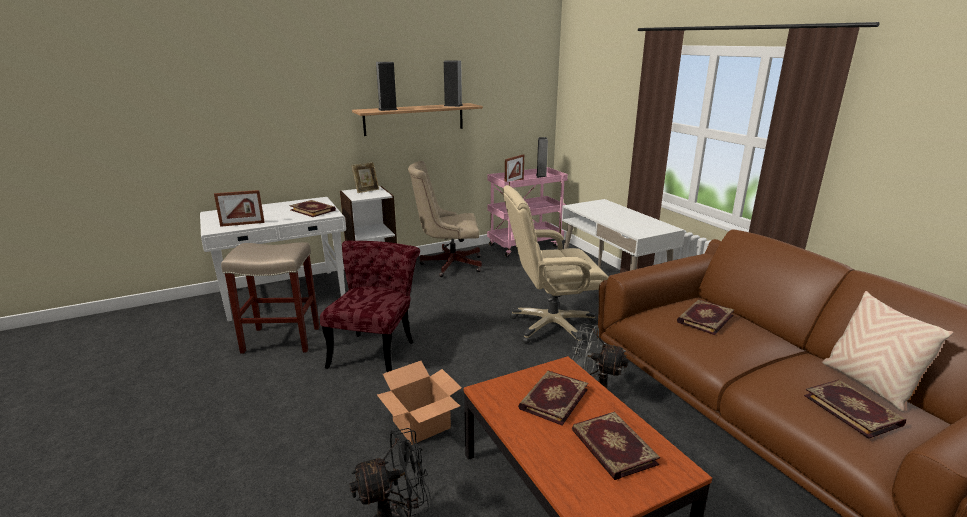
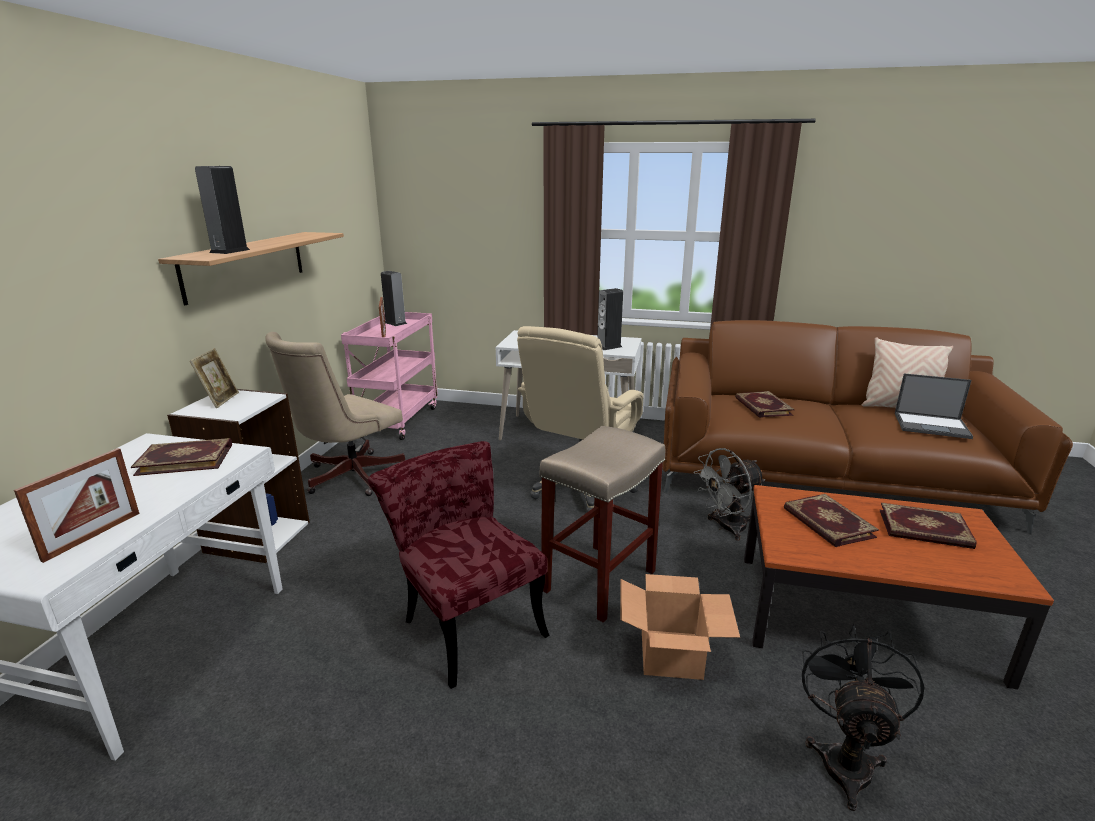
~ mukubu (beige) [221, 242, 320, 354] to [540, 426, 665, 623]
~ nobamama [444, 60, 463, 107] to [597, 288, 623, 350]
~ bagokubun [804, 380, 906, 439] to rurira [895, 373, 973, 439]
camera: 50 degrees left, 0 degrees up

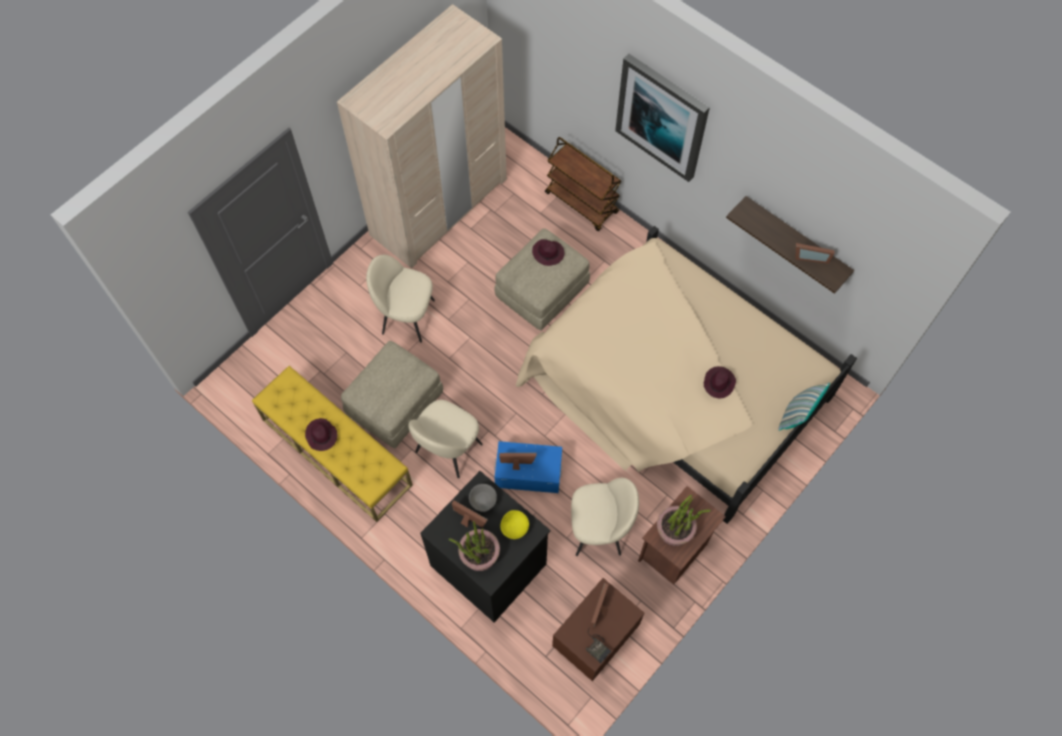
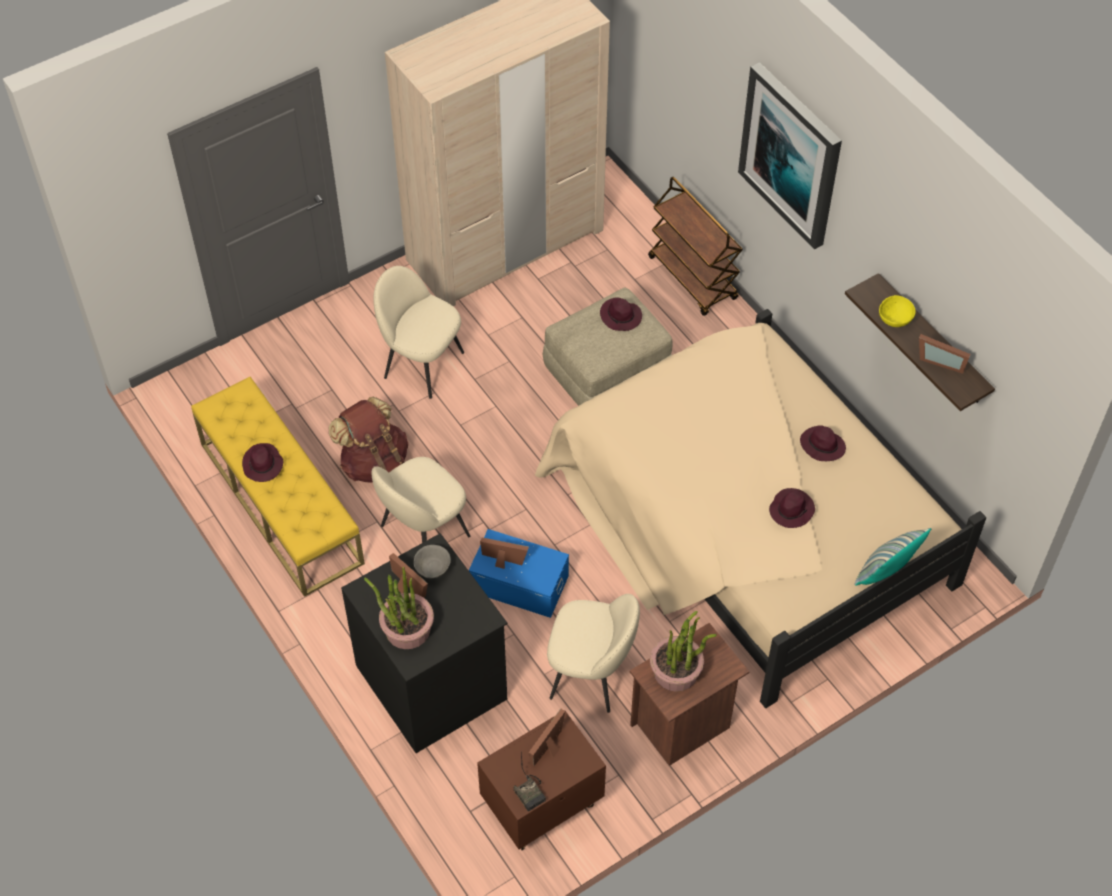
~ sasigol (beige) [341, 341, 443, 448] to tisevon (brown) [329, 397, 408, 483]
~ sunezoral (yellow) [501, 510, 529, 539] to [879, 295, 916, 327]
+ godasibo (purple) [800, 425, 846, 461]
camera: 15 degrees right, 10 degrees down

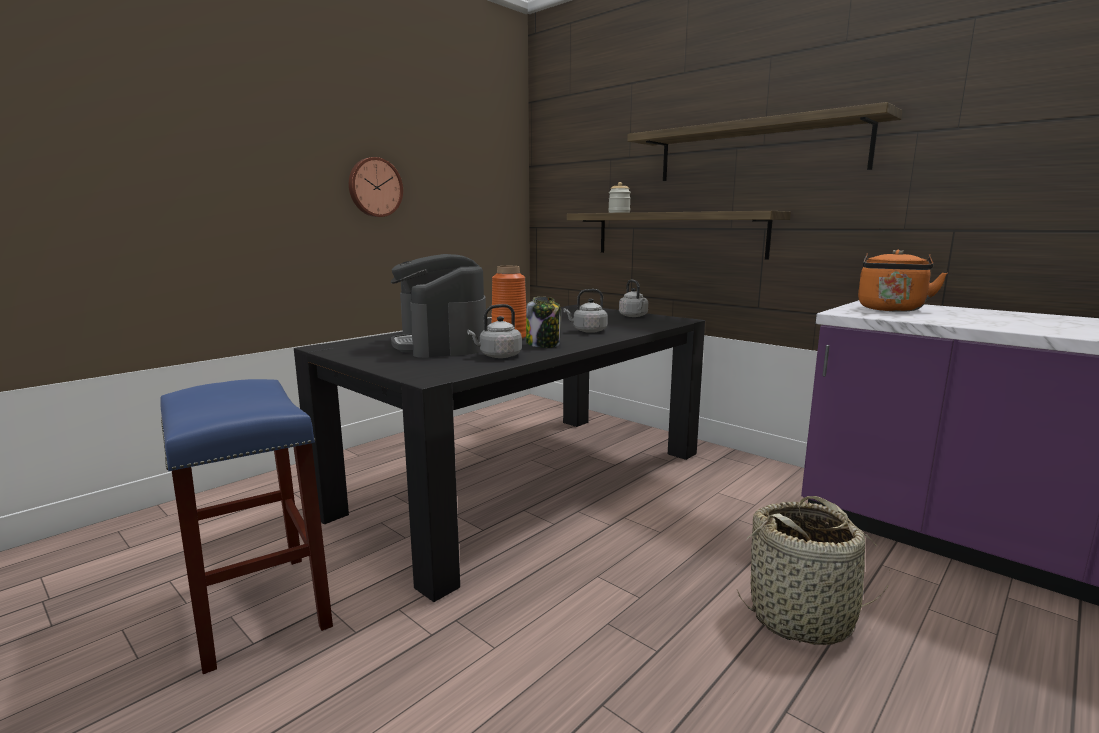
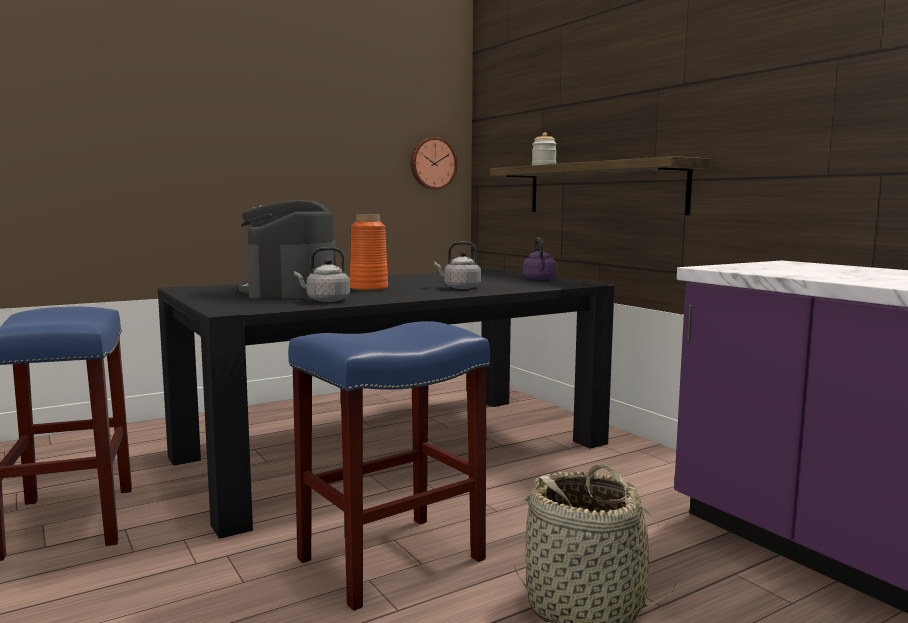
~ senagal [349, 157, 403, 217] to [411, 137, 457, 190]
- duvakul [526, 297, 561, 348]
~ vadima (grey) [619, 280, 648, 317] to vadima (purple) [523, 238, 556, 280]
- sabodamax [627, 102, 902, 181]
- vadima (orange) [858, 250, 947, 312]
+ mukubu (blue) [288, 321, 490, 611]
camera: 15 degrees right, 5 degrees down

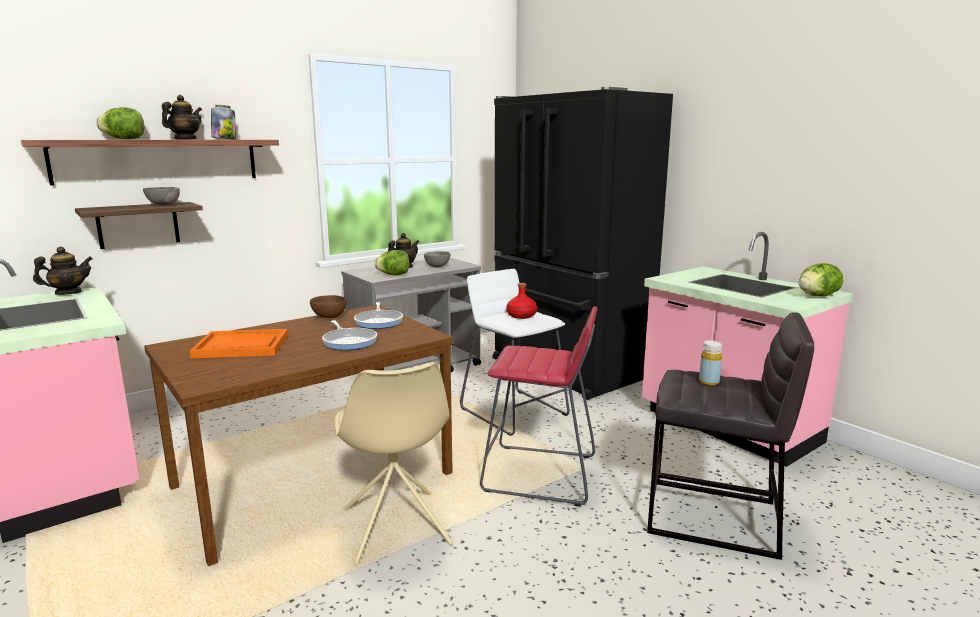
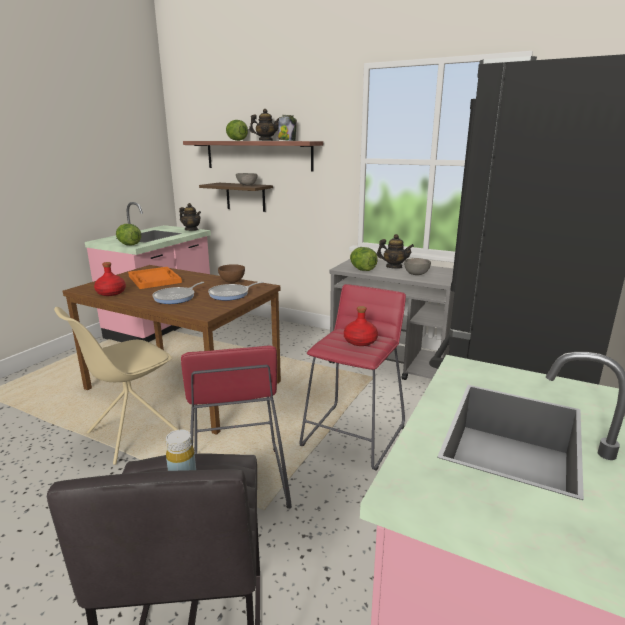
~ mukubu (white) [460, 269, 570, 436] to mukubu (red) [300, 284, 406, 471]
~ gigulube [799, 263, 843, 296] to [116, 224, 141, 245]
+ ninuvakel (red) [94, 262, 126, 296]
camera: 65 degrees right, 5 degrees up

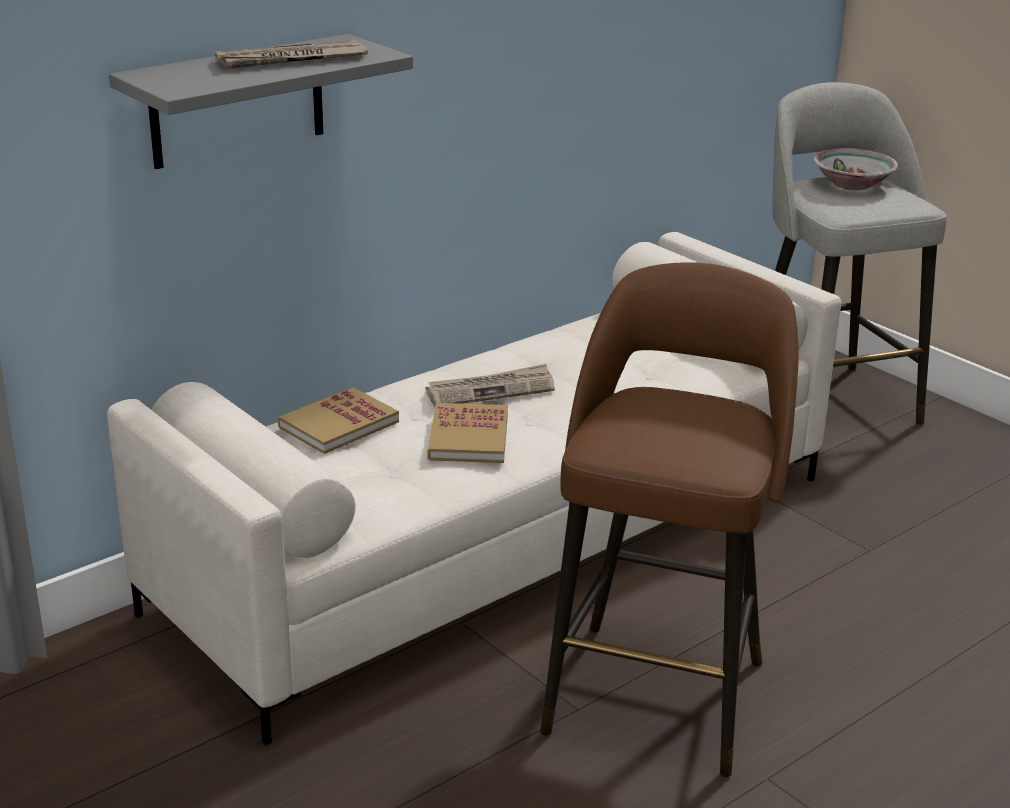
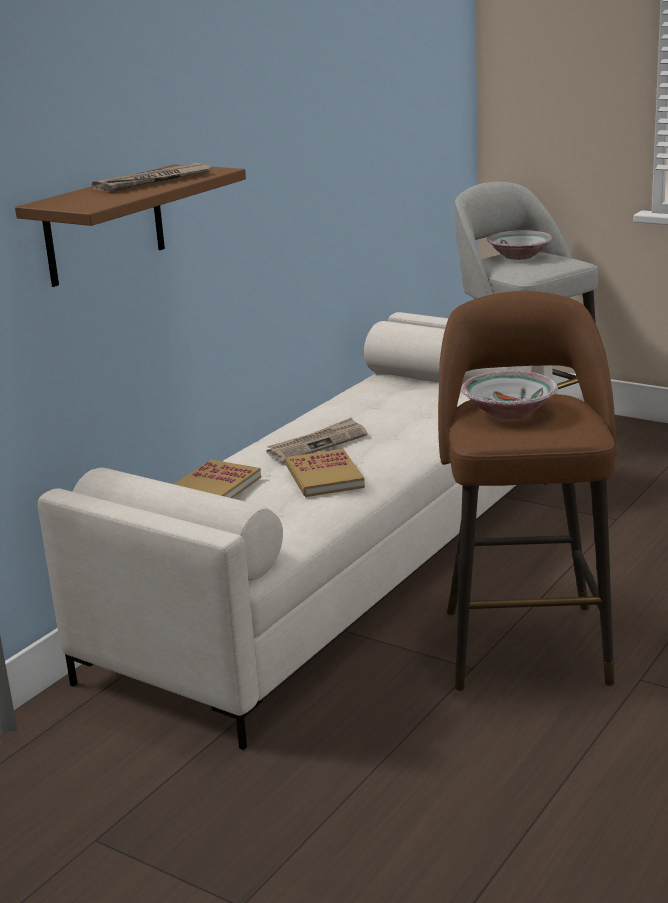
~ sabodamax (grey) [109, 34, 413, 169] to sabodamax (brown) [15, 164, 246, 287]
+ sunezoral [461, 371, 558, 419]
camera: 15 degrees left, 5 degrees down

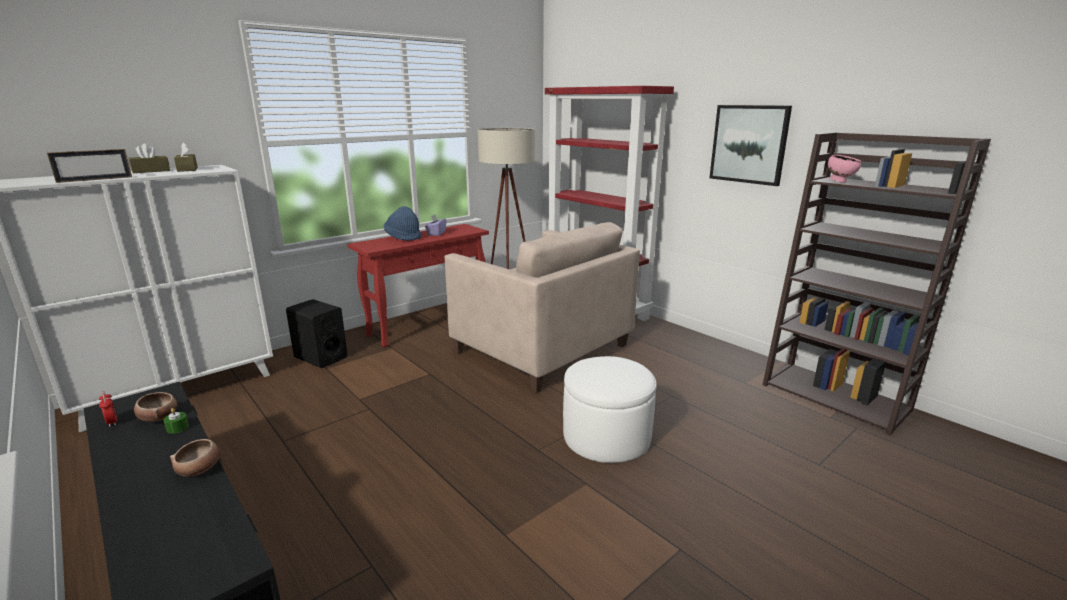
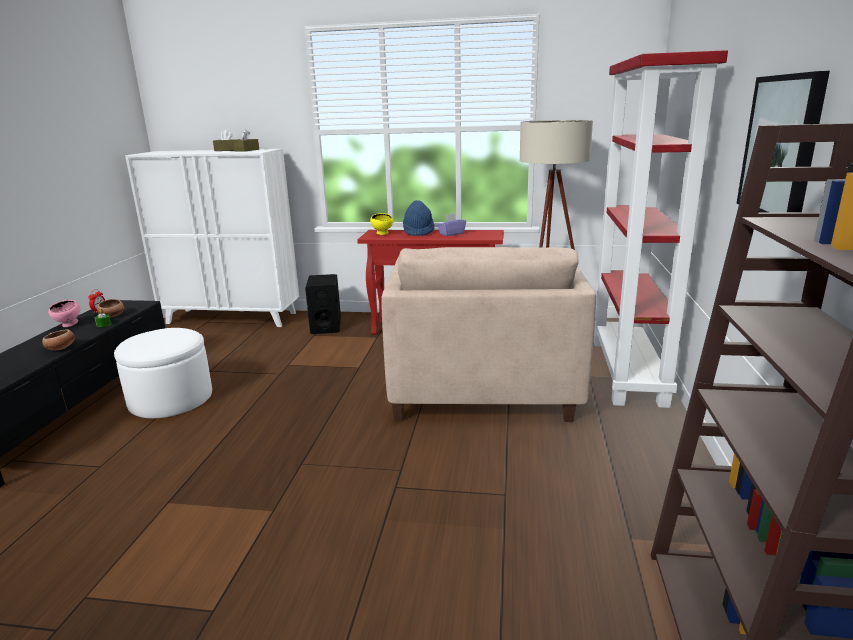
- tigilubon [47, 149, 132, 183]
~ sasigol (white) [563, 356, 657, 463] to [114, 328, 212, 418]
~ sunezoral (pink) [828, 155, 861, 183] to [48, 300, 80, 327]
+ sunezoral (yellow) [370, 213, 393, 235]
camera: 50 degrees right, 0 degrees up

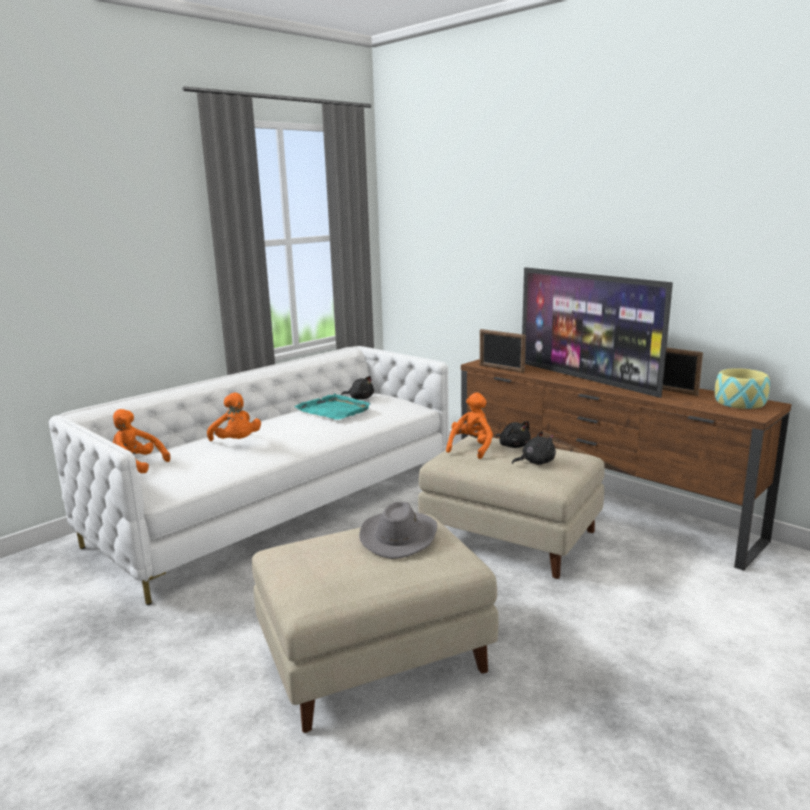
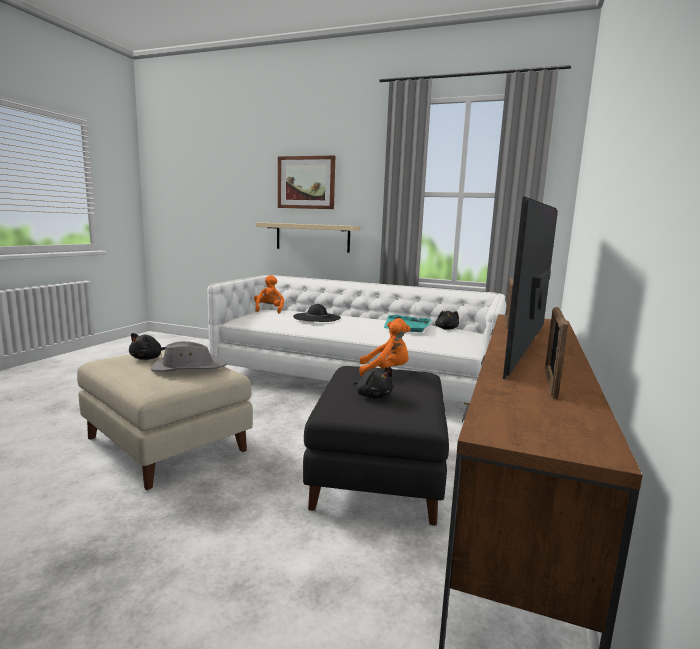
~ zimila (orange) [207, 393, 261, 441] to godasibo (black) [293, 304, 341, 322]
~ sasigol (beige) [418, 436, 605, 579] to sasigol (black) [303, 366, 449, 526]
~ zimila (black) [496, 421, 531, 448] to [129, 333, 166, 360]
- sunezoral [715, 368, 770, 409]
+ sabodamax (beige) [256, 222, 360, 253]
+ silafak [278, 156, 335, 209]
camera: 65 degrees right, 5 degrees down

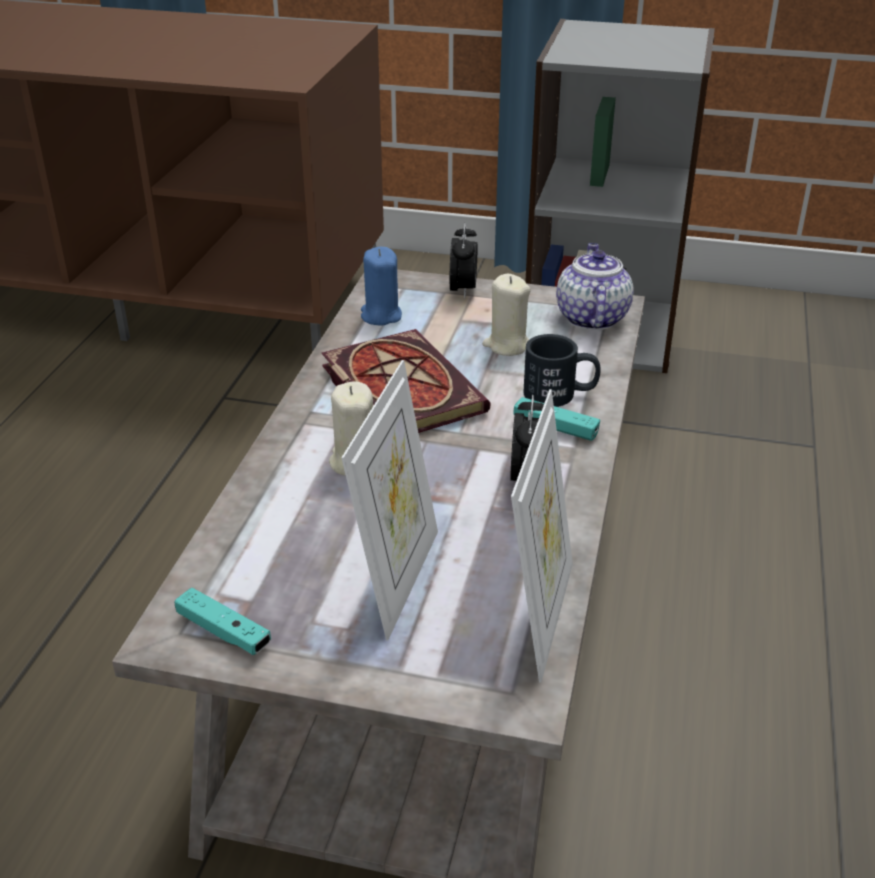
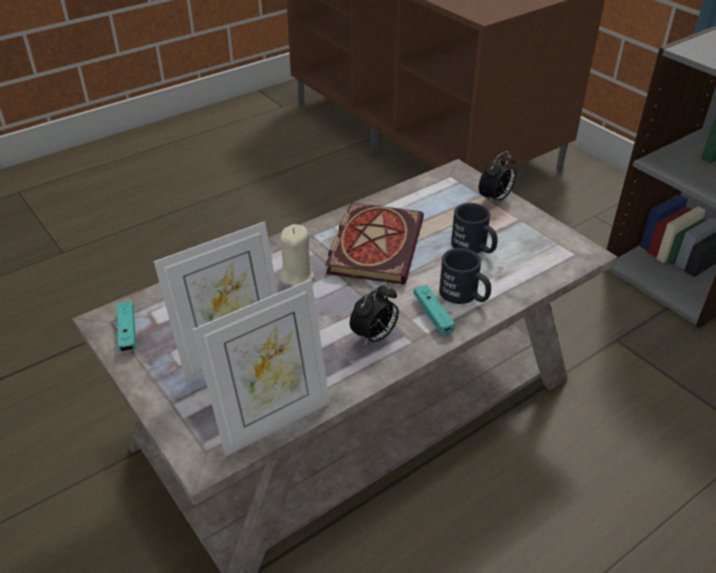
- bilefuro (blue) [361, 247, 402, 326]
~ bilefuro (beige) [482, 274, 531, 356] to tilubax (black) [451, 203, 498, 253]
- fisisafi [556, 243, 634, 330]
camera: 40 degrees right, 5 degrees up

